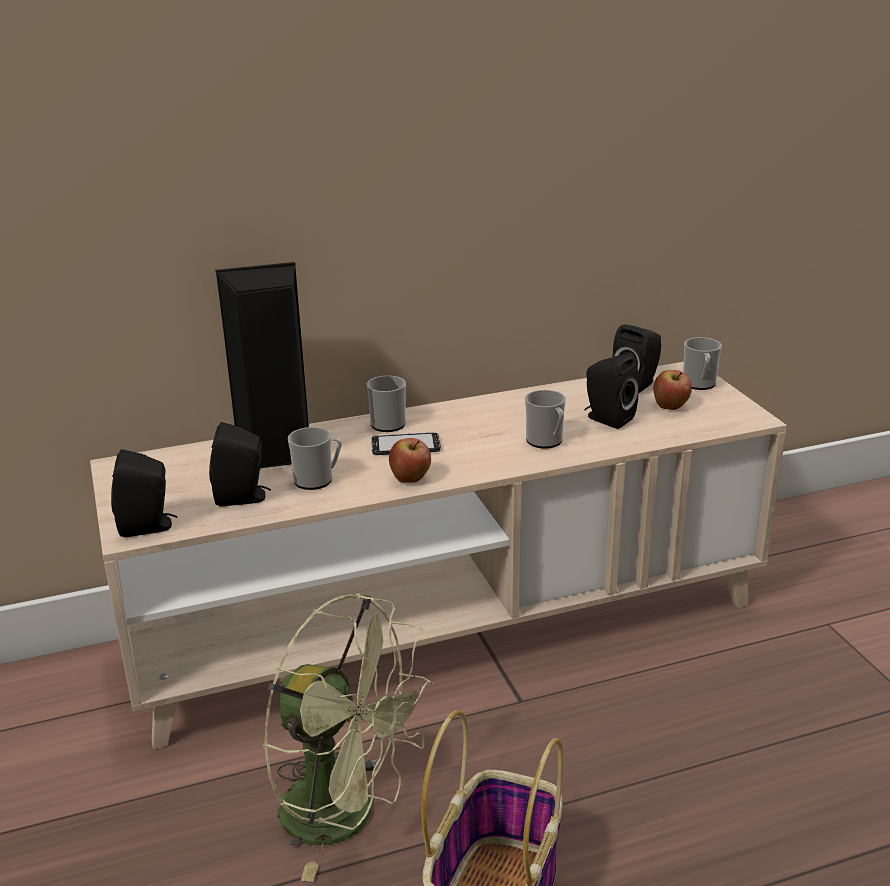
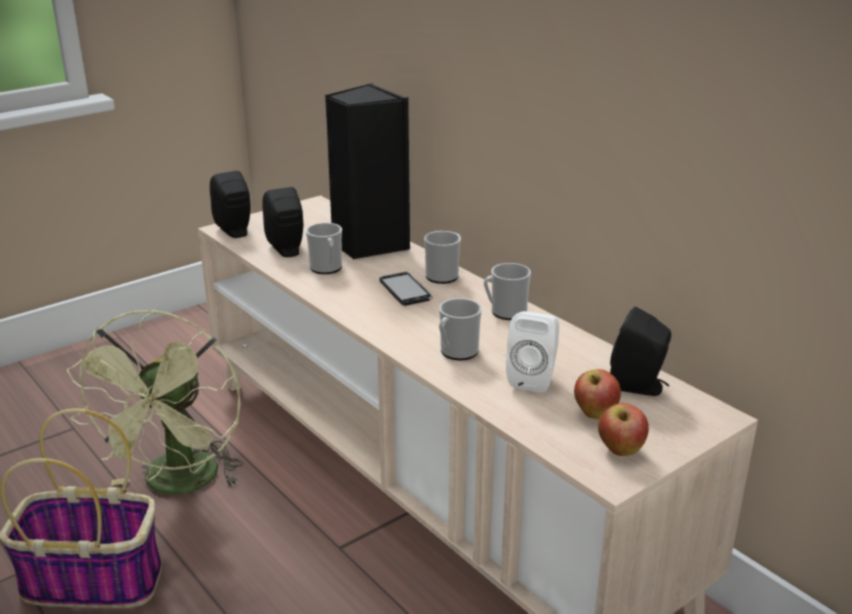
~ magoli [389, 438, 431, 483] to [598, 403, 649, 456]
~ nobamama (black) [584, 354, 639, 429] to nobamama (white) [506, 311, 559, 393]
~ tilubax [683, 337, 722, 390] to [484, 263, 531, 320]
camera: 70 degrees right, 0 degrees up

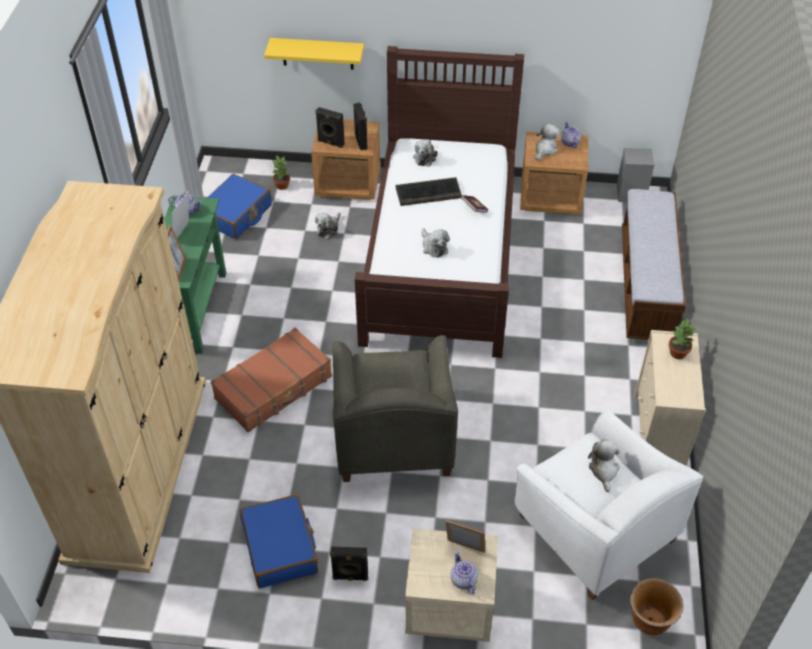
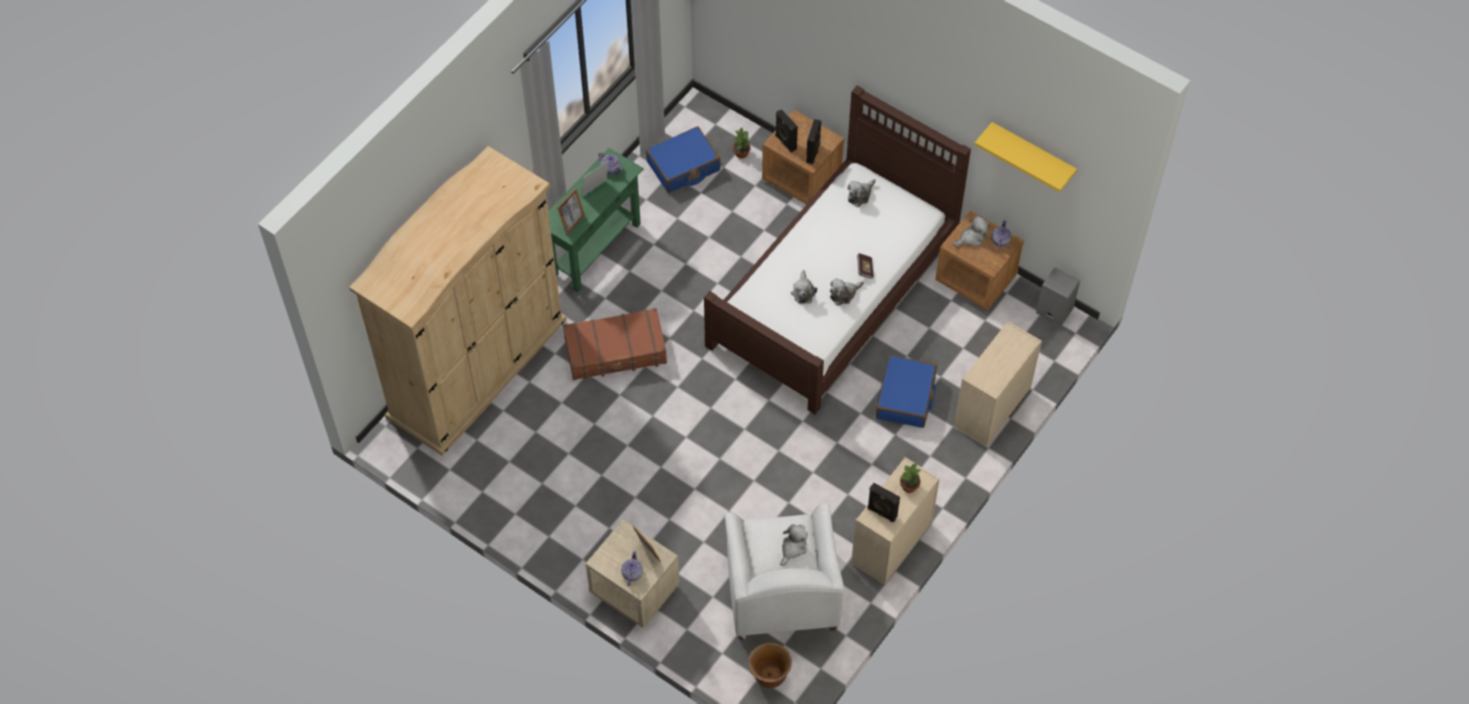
~ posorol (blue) [240, 494, 318, 588] to [876, 355, 937, 428]
~ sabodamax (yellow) [264, 38, 364, 70] to [974, 122, 1077, 192]
~ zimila [315, 212, 341, 239] to [830, 278, 864, 306]
~ nobamama (black) [330, 547, 368, 581] to [867, 483, 900, 522]
- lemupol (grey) [332, 335, 458, 482]
- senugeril [396, 177, 462, 206]
~ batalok [622, 189, 686, 340] to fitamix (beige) [954, 321, 1042, 446]
camera: 30 degrees right, 10 degrees up

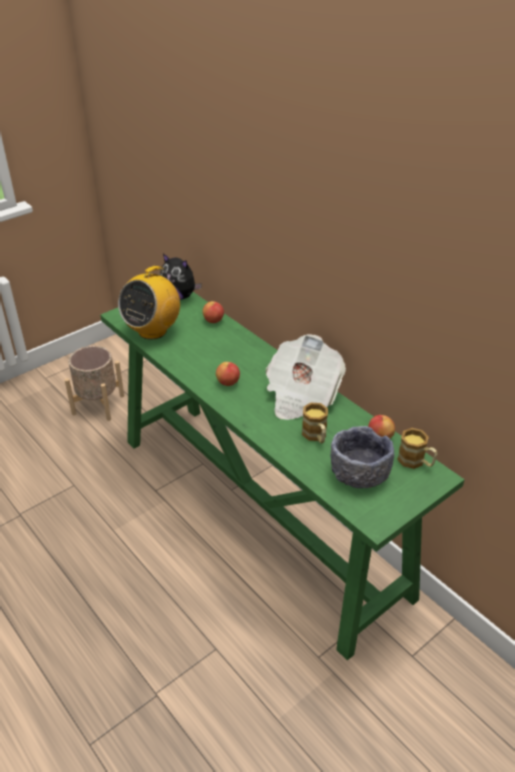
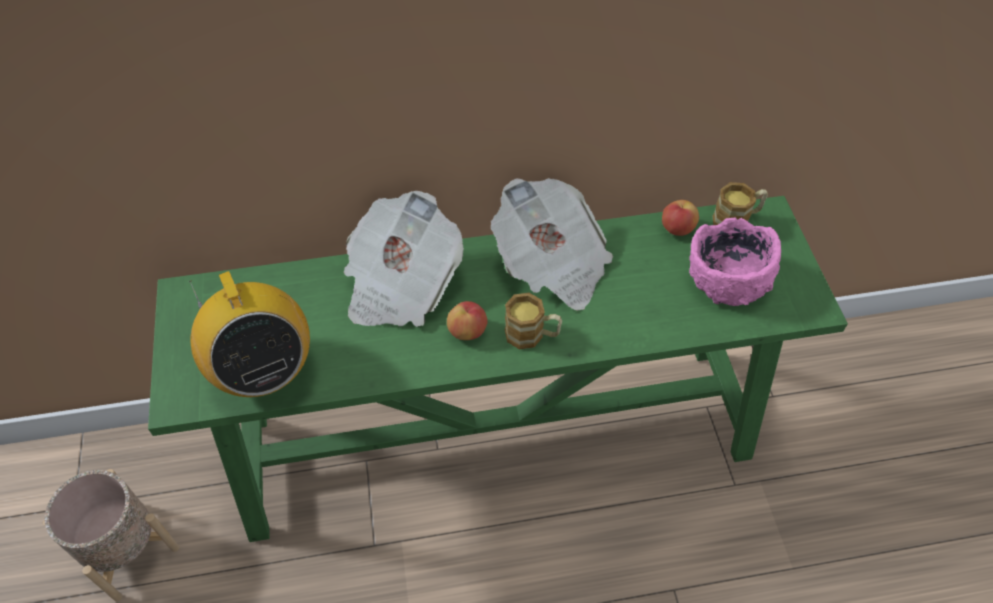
- zimila [160, 254, 202, 300]
- magoli [202, 301, 224, 323]
~ tilubax [302, 403, 328, 443] to [505, 293, 562, 350]
~ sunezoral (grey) [331, 426, 394, 488] to sunezoral (pink) [689, 218, 781, 306]
+ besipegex [344, 191, 464, 327]
camera: 60 degrees left, 15 degrees up

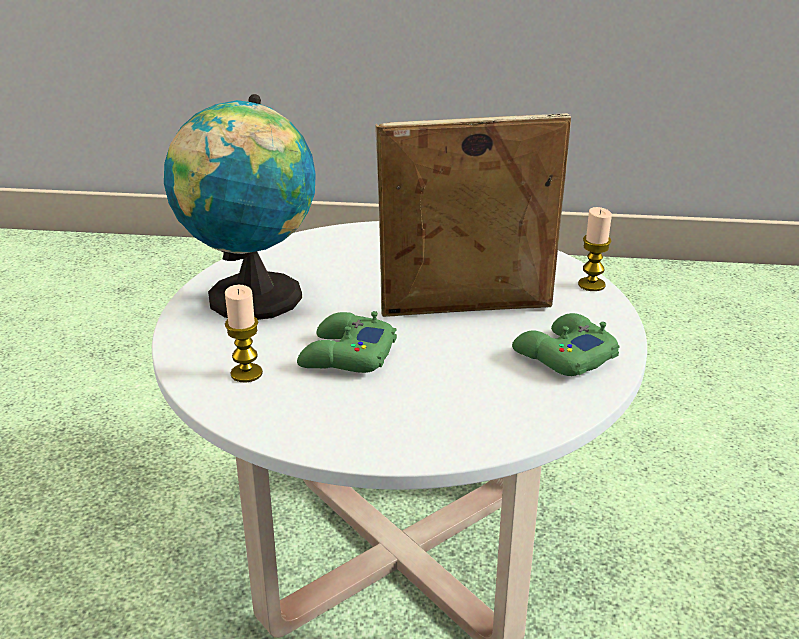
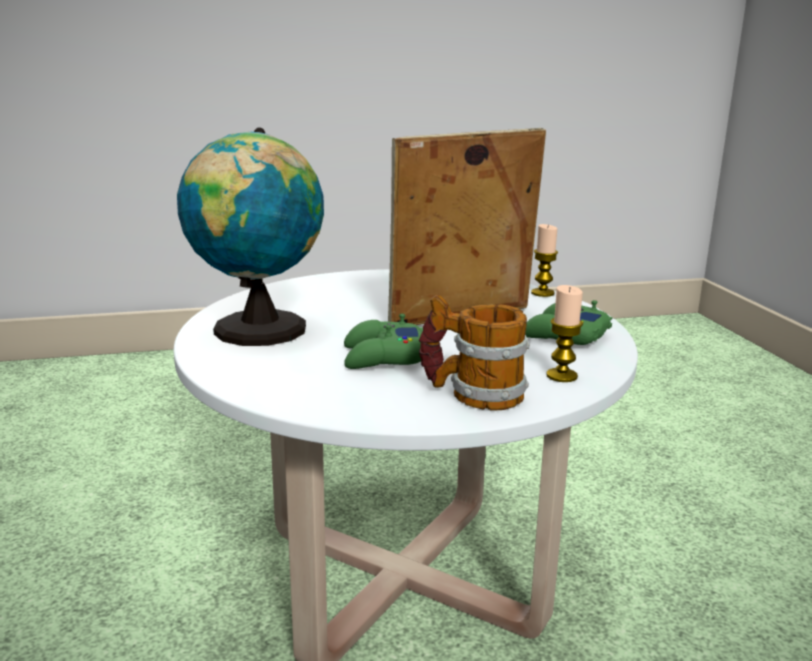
~ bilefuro [225, 285, 263, 382] to [546, 285, 583, 382]
+ tilubax [419, 295, 530, 410]
camera: 20 degrees left, 10 degrees down

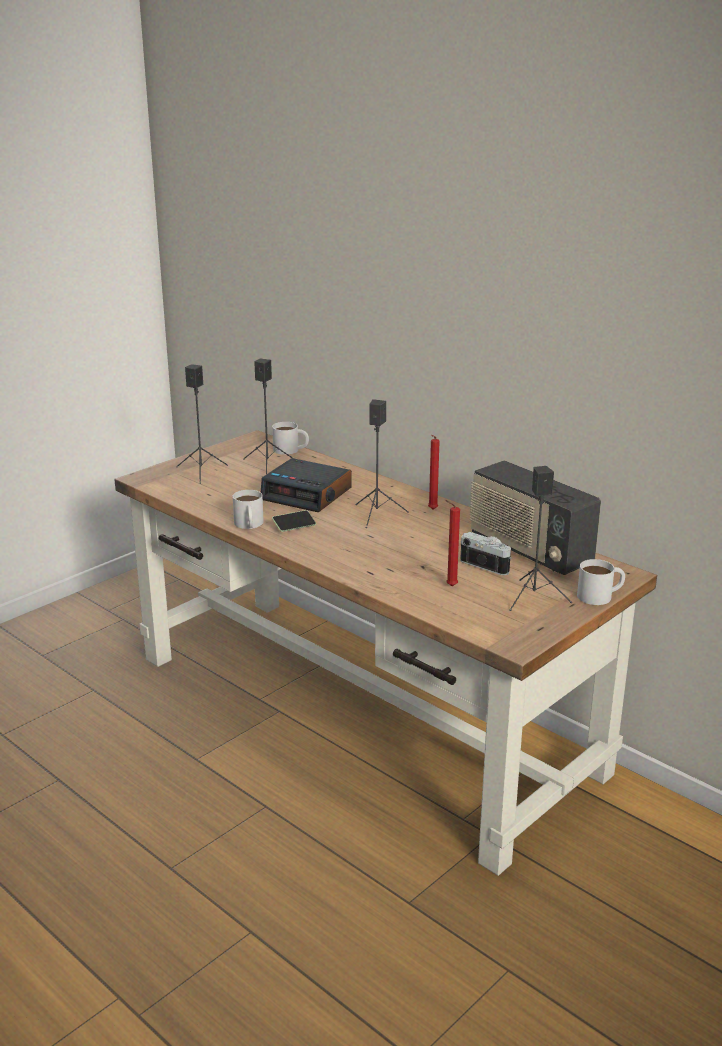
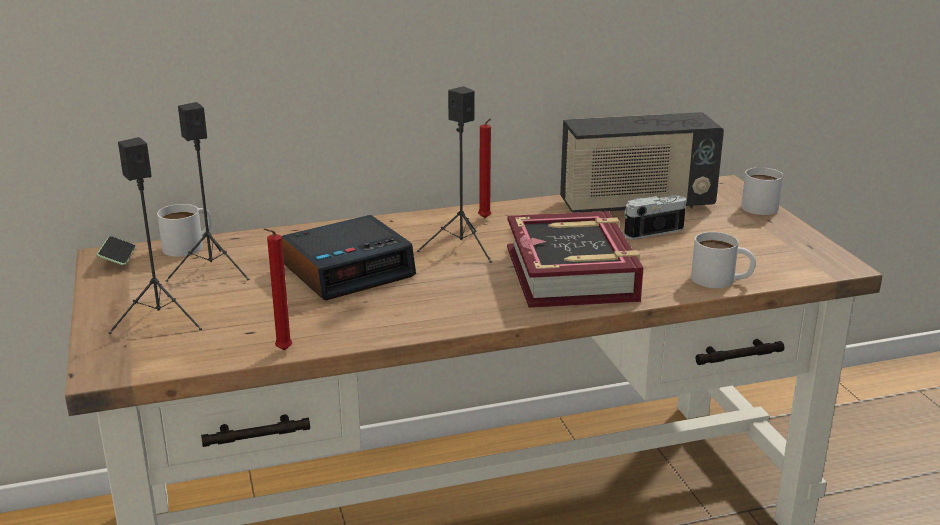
~ tilubax (white) [233, 490, 264, 529] to [691, 232, 756, 288]
~ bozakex [272, 510, 316, 532] to [97, 236, 136, 265]
~ bilefuro (red) [445, 500, 460, 586] to [264, 228, 292, 350]
- nobamama (black) [509, 466, 572, 611]
+ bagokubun [507, 211, 644, 308]
camera: 60 degrees left, 0 degrees up

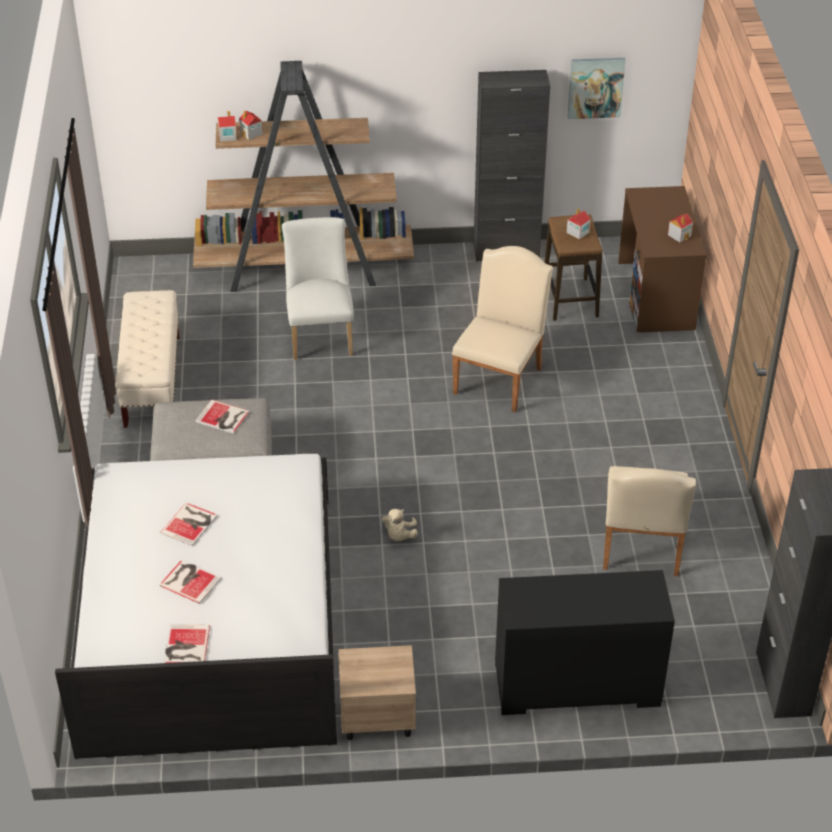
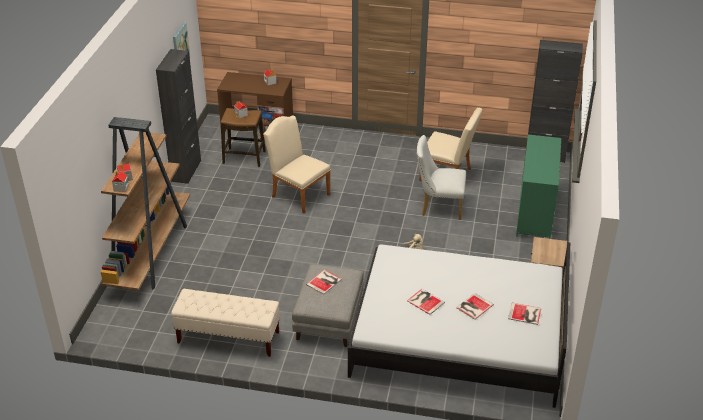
~ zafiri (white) [282, 217, 354, 360] to [416, 135, 466, 220]
~ fitamix (black) [495, 570, 675, 715] to fitamix (green) [516, 134, 561, 239]
camera: 75 degrees left, 5 degrees down

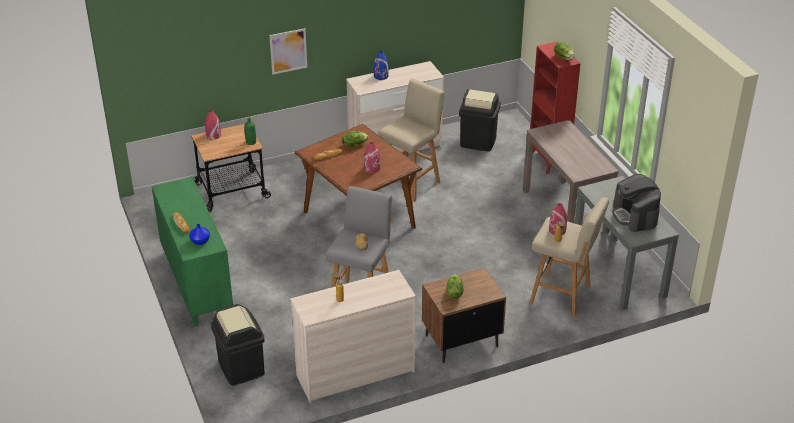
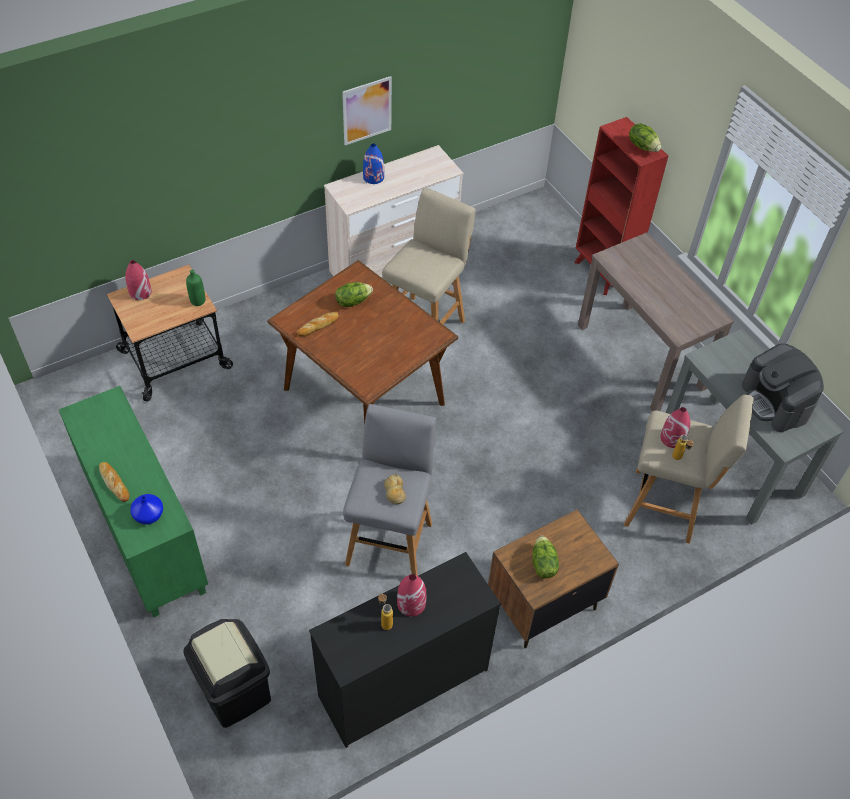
~ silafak [269, 28, 307, 75] to [342, 76, 392, 145]
~ fitamix (beige) [290, 270, 416, 403] to fitamix (black) [309, 552, 501, 748]
~ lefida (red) [364, 142, 380, 173] to [397, 574, 426, 616]
- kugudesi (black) [459, 89, 501, 151]
camera: 10 degrees left, 15 degrees up

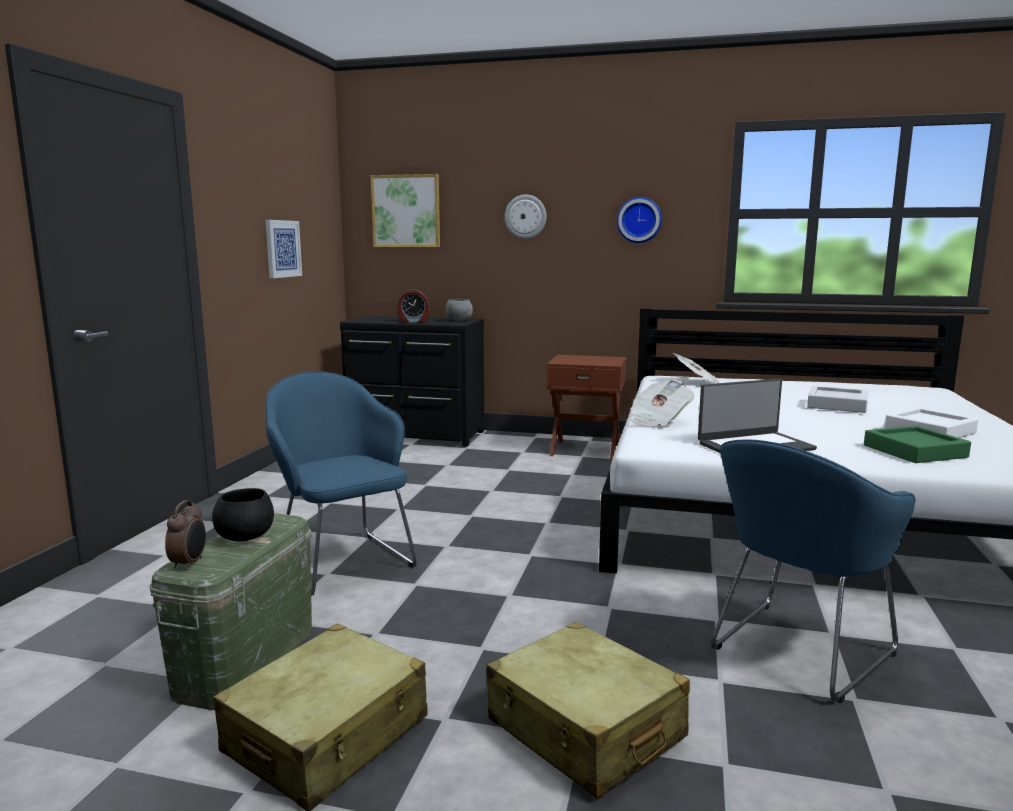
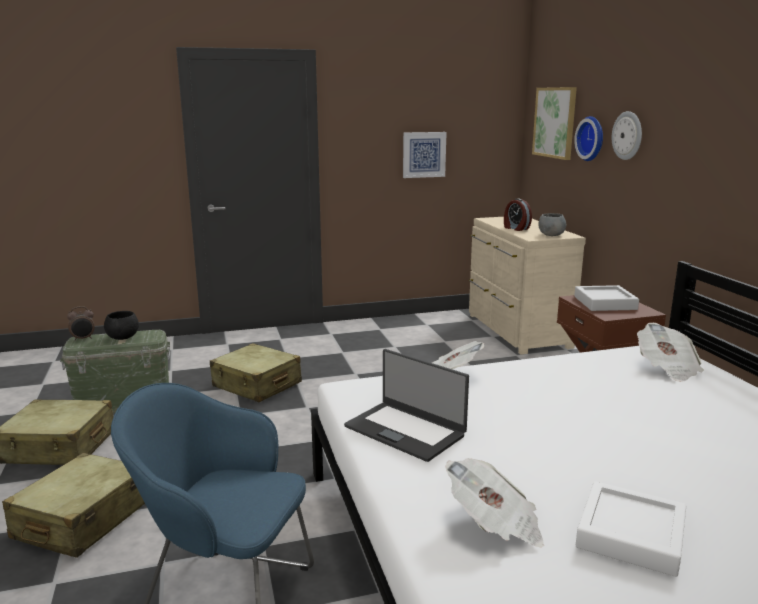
~ lemupol (blue) [265, 371, 417, 596] to posorol (beige) [210, 343, 302, 402]
~ fitamix (black) [340, 316, 484, 447] to fitamix (beige) [469, 217, 586, 355]
~ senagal [617, 197, 662, 243] to [574, 116, 603, 161]
~ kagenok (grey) [807, 386, 868, 413] to [574, 285, 639, 311]
~ kagenok (green) [864, 426, 971, 463] to besipegex [445, 458, 544, 547]
camera: 60 degrees right, 5 degrees up

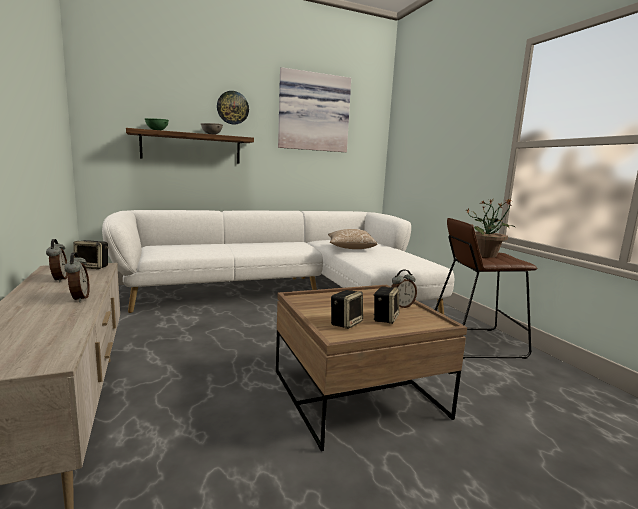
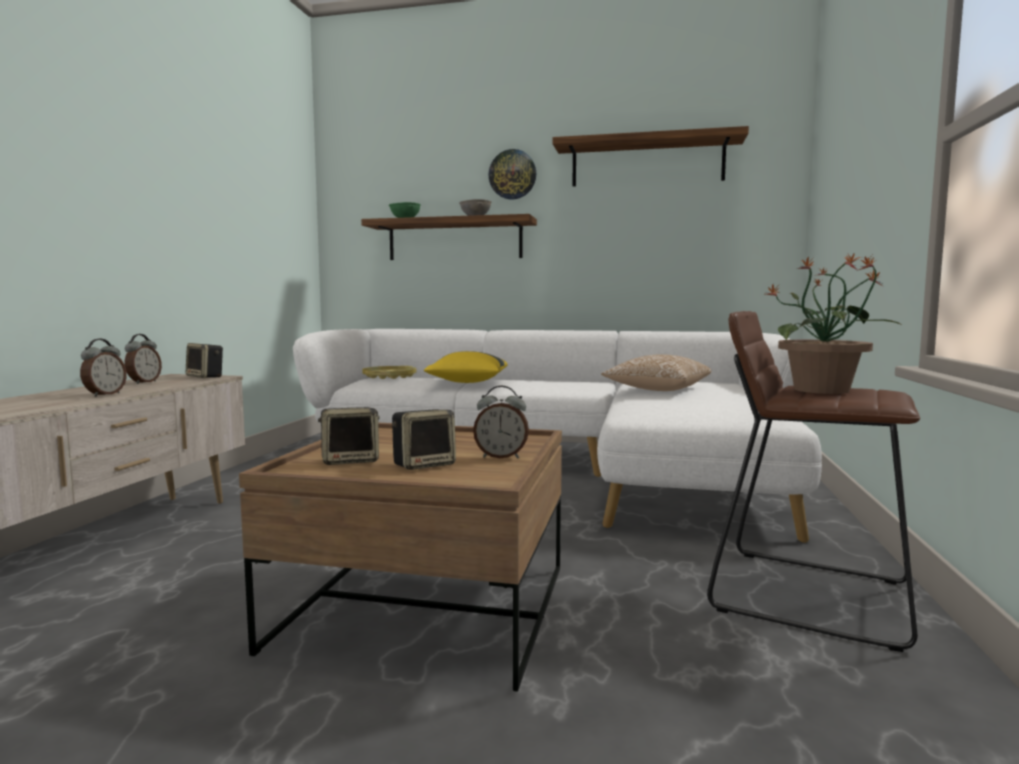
~ silafak [278, 67, 351, 152] to sabodamax [553, 126, 749, 187]
+ kagenok (yellow) [362, 366, 417, 379]
+ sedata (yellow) [424, 351, 508, 383]
camera: 35 degrees right, 5 degrees down

